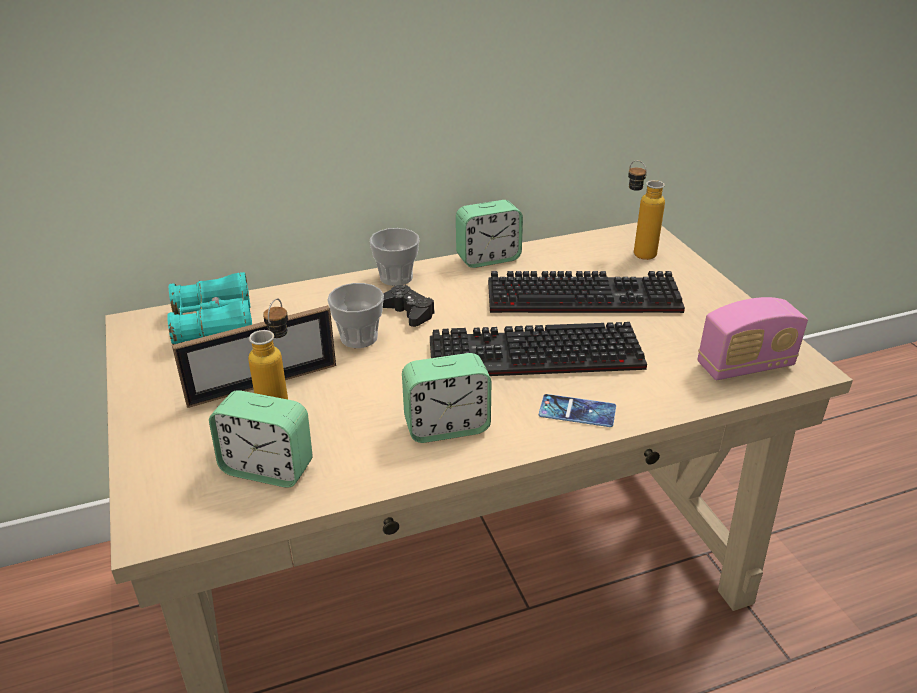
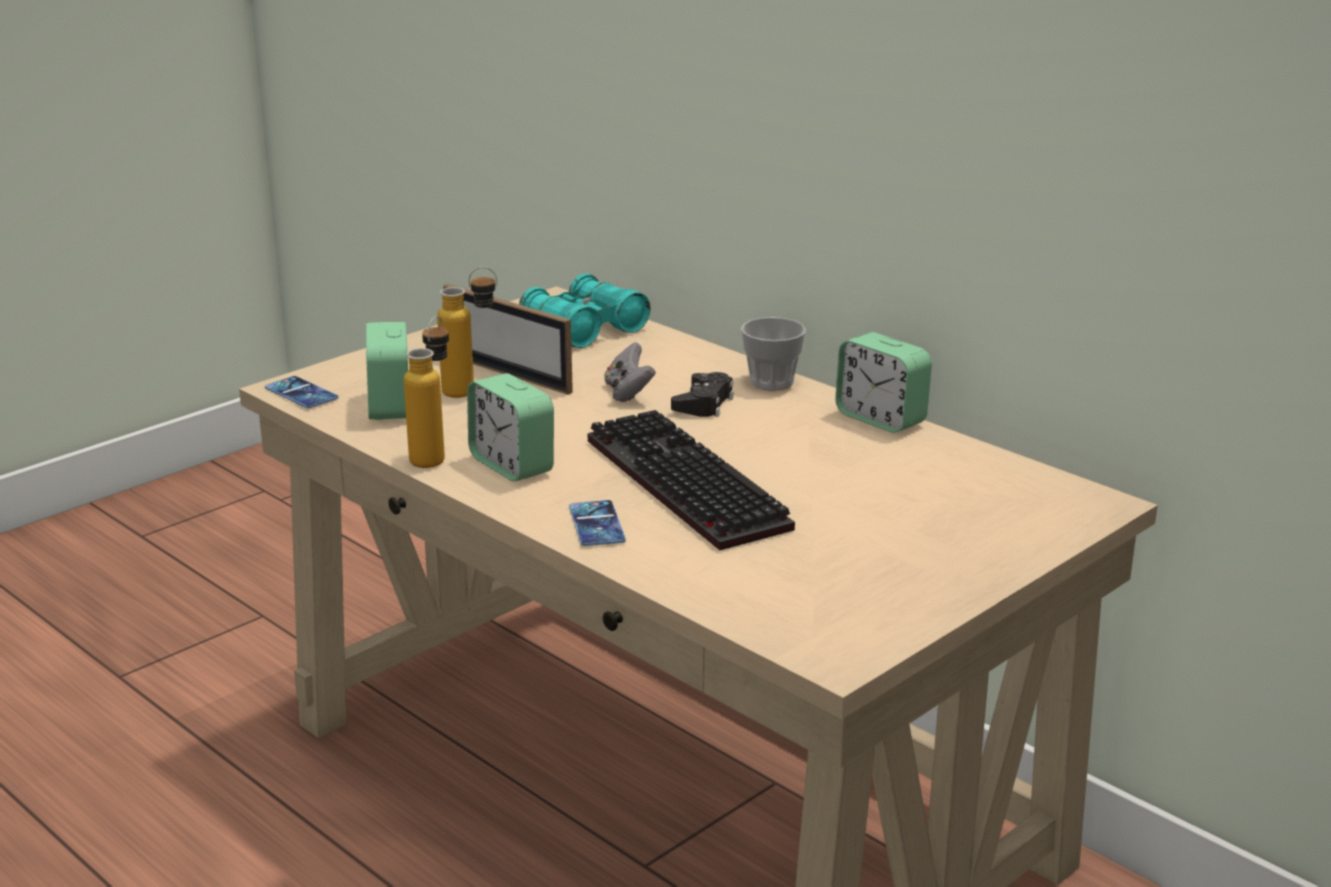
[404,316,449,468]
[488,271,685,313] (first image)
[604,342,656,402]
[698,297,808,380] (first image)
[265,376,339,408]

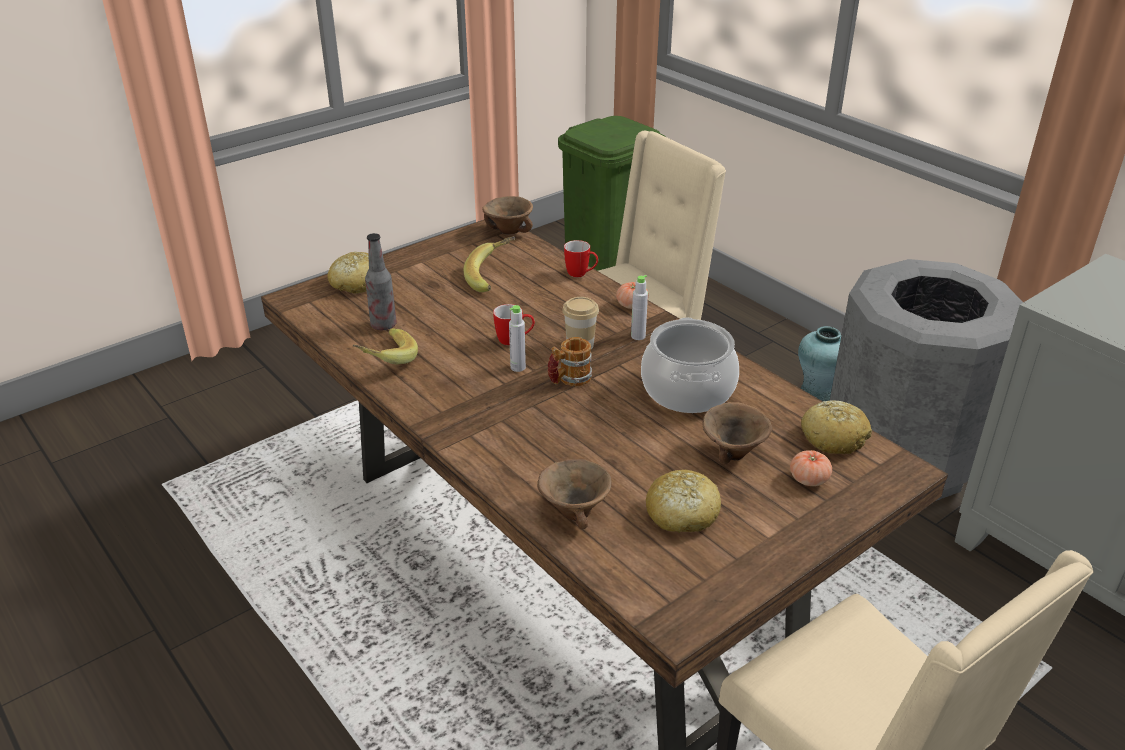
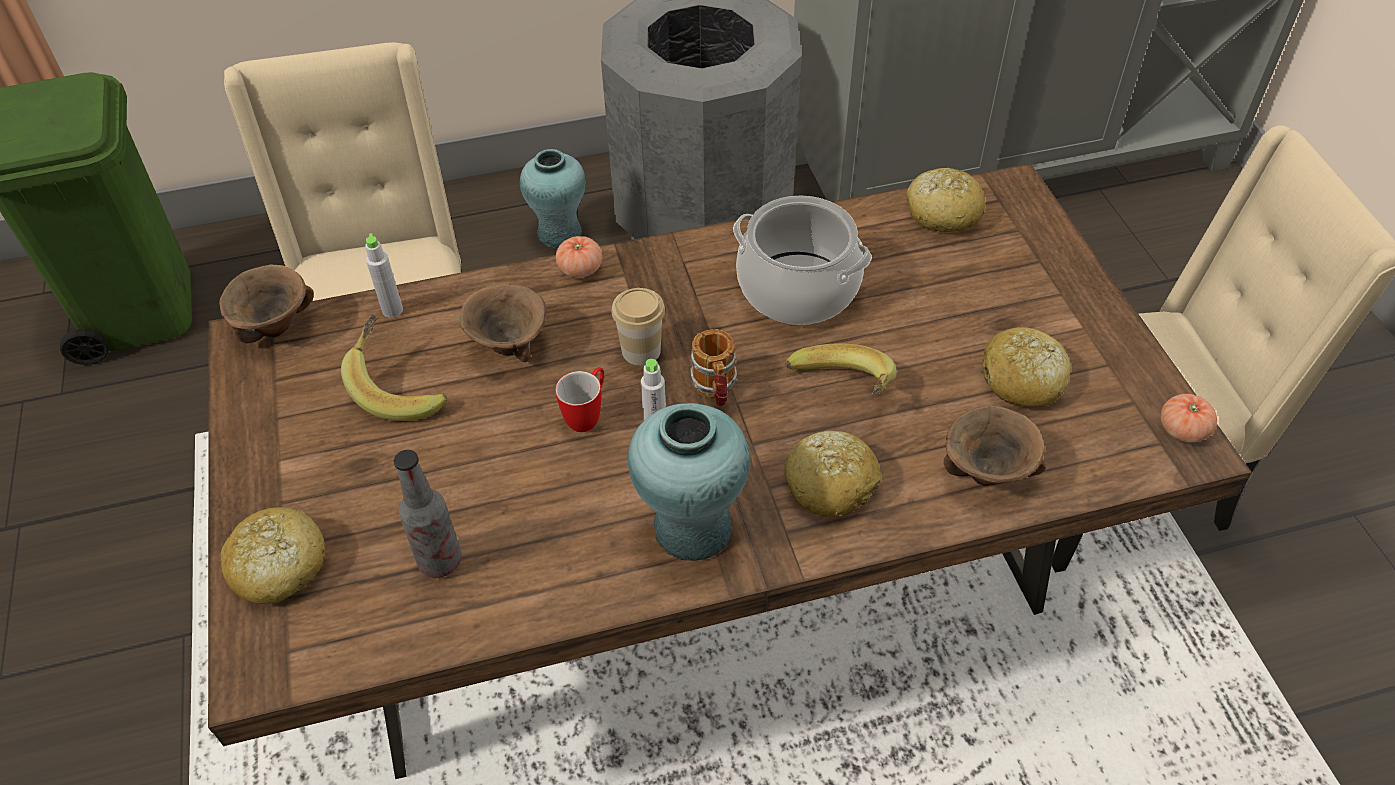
[564,240,598,277] (first image)
[365,233,403,318]
[785,343,897,396]
[460,284,546,362]
[1161,394,1217,443]
[628,403,751,561]
[784,431,881,517]

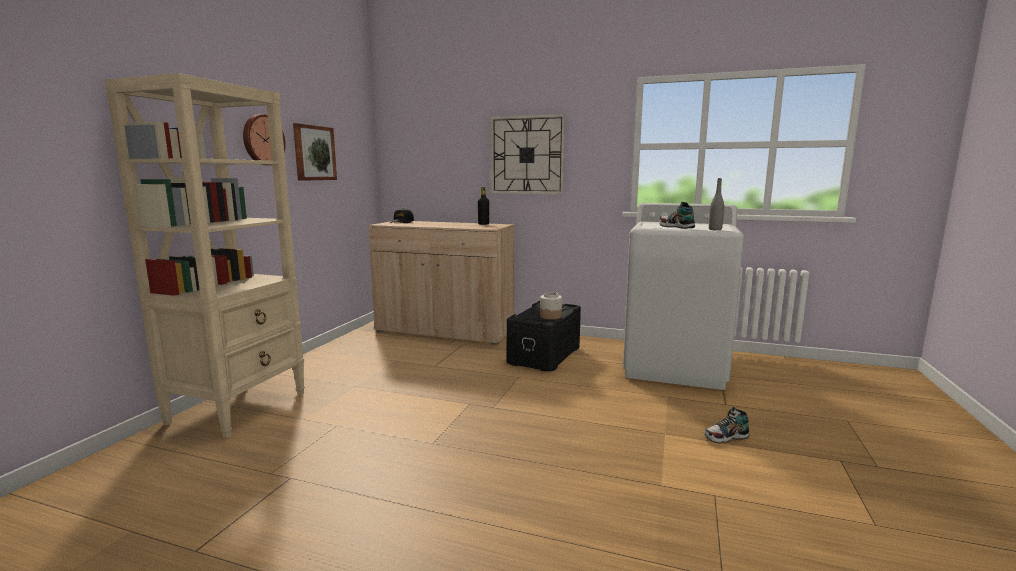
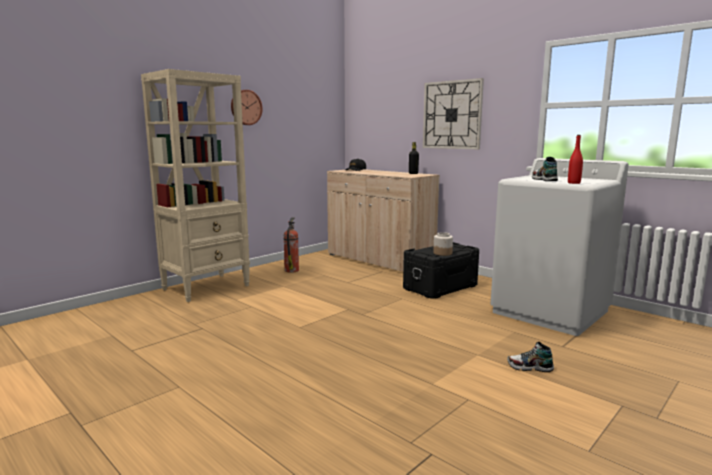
[293,123,337,181] (first image)
[568,135,583,184]
[283,217,299,273]

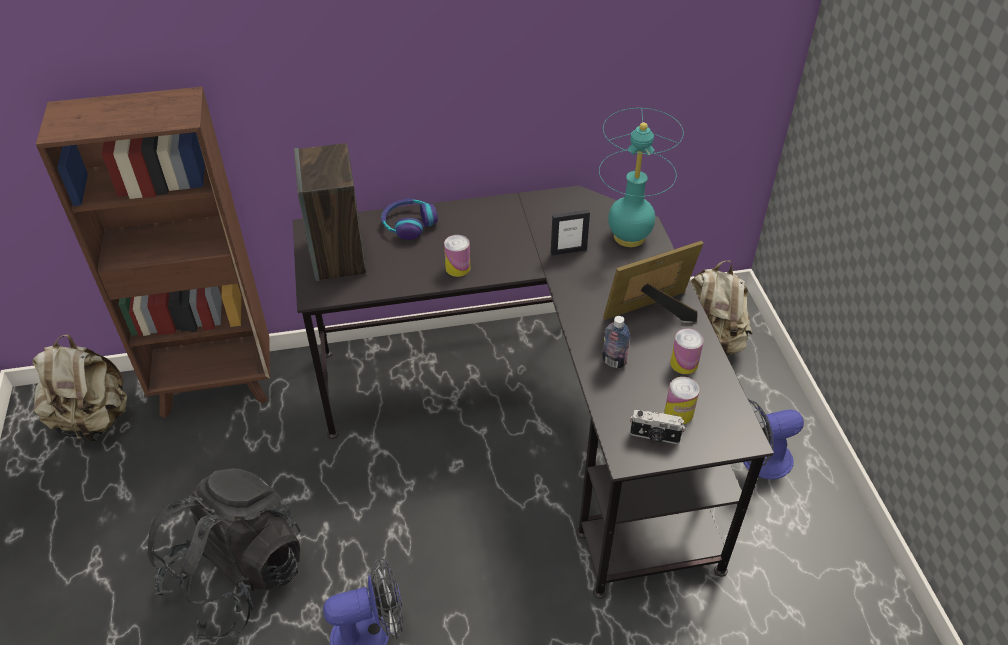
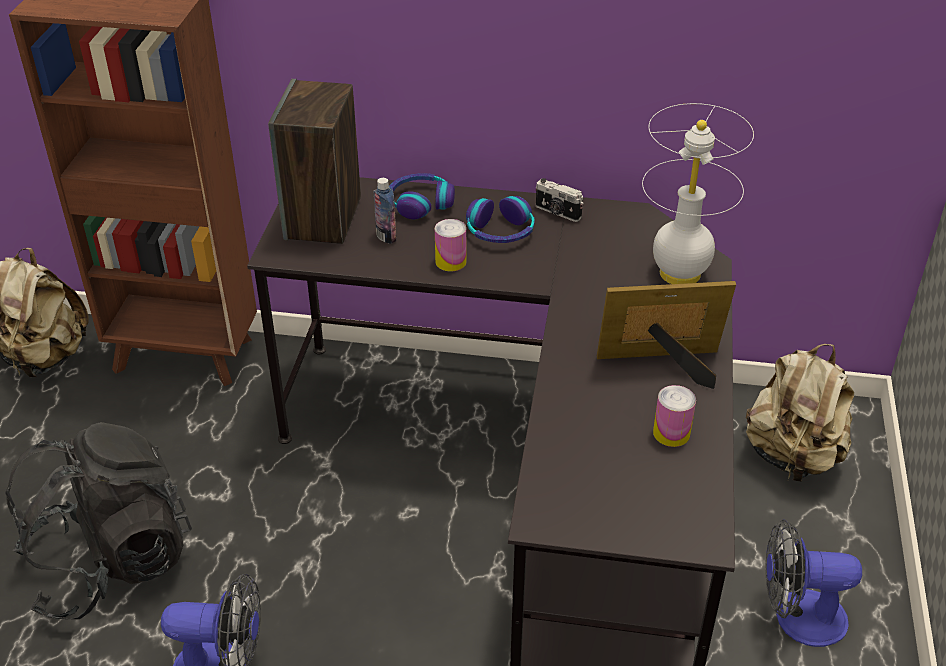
[642,103,754,284]
[551,210,590,256] (first image)
[373,178,397,244]
[664,377,700,424] (first image)
[536,178,583,222]
[466,196,535,243]

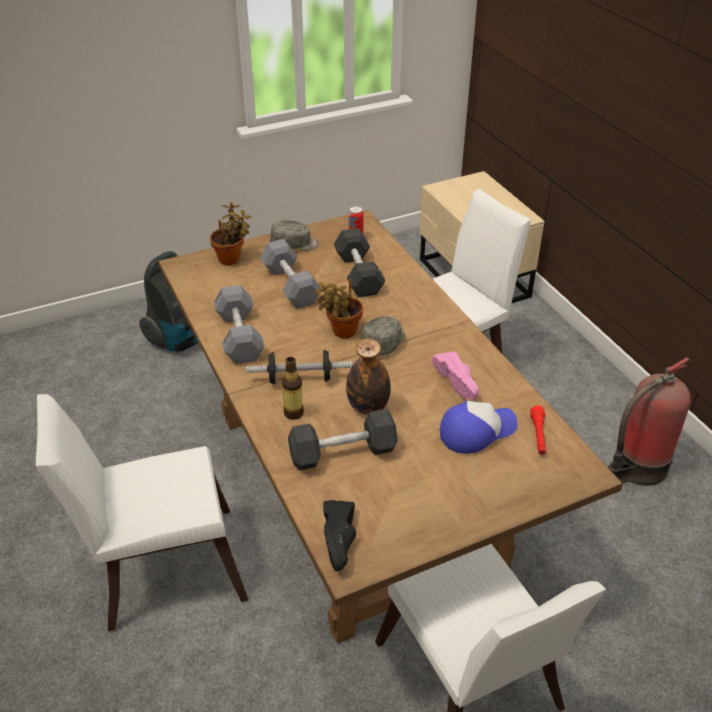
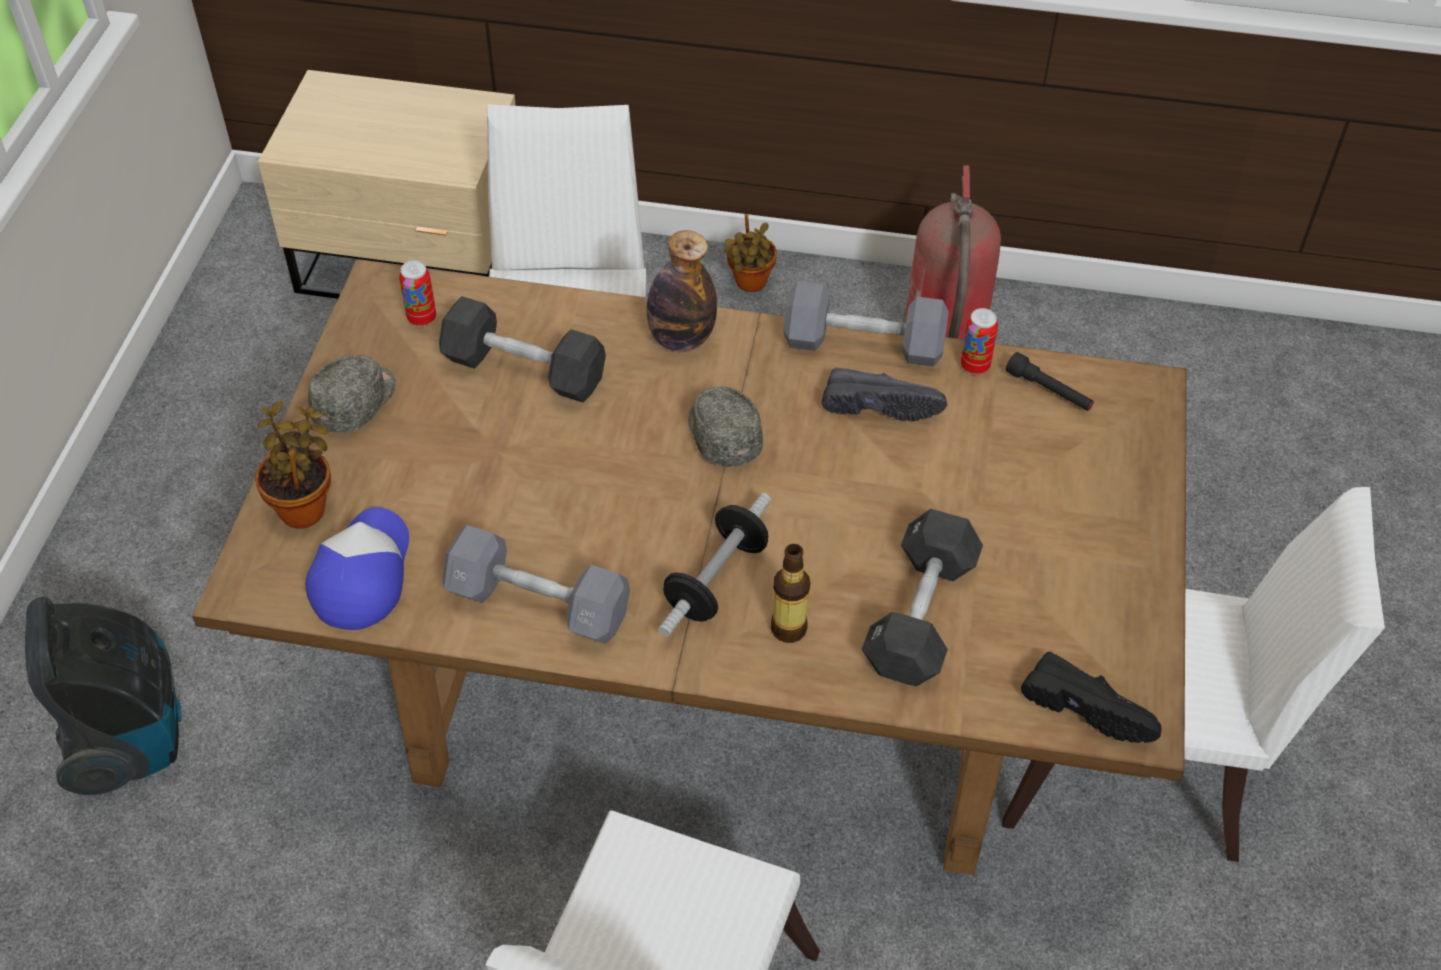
[783,281,949,367]
[724,214,777,292]
[647,230,717,352]
[822,368,947,422]
[306,507,409,630]
[1006,352,1094,411]
[961,308,998,375]

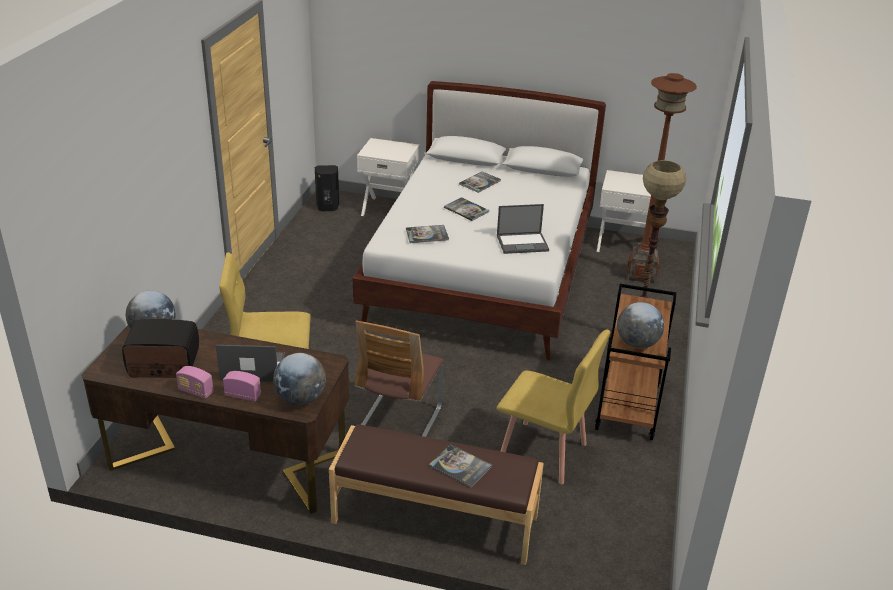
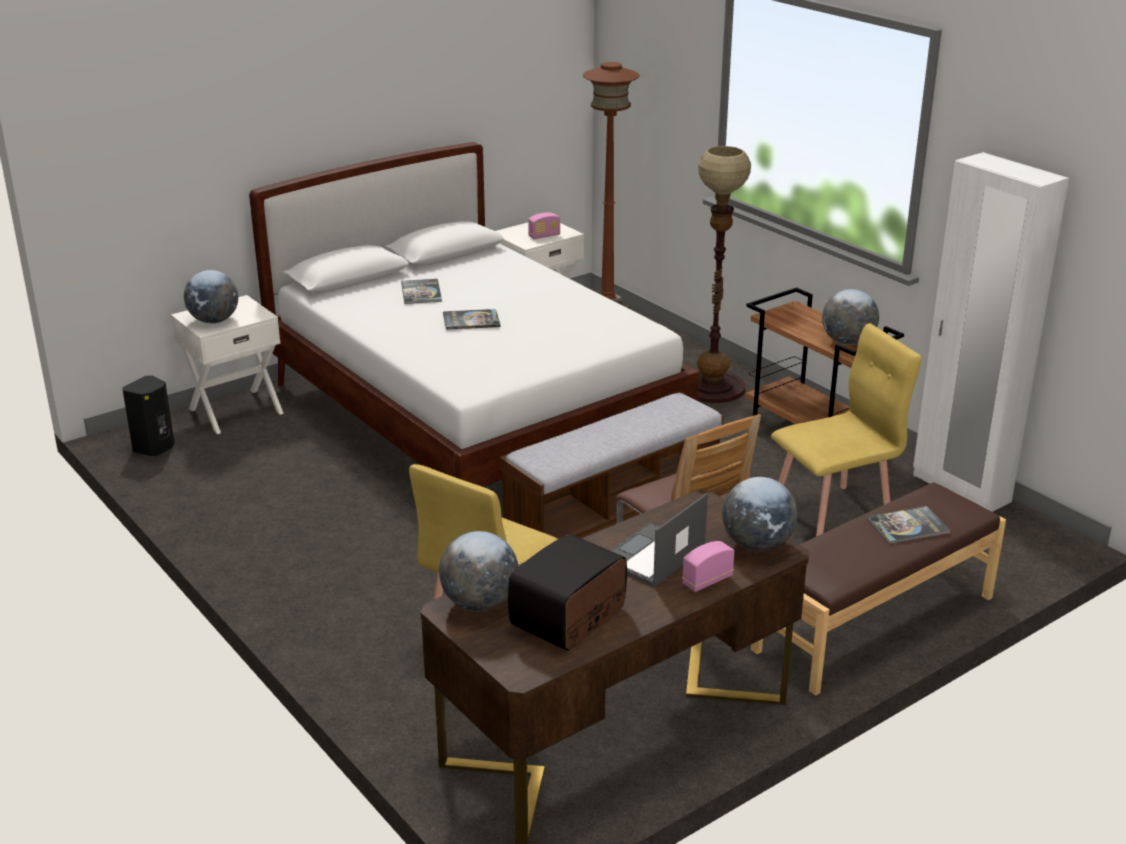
[497,204,549,254] (first image)
[406,225,449,243] (first image)
[528,212,561,239]
[913,152,1069,512]
[184,270,238,323]
[500,392,724,539]

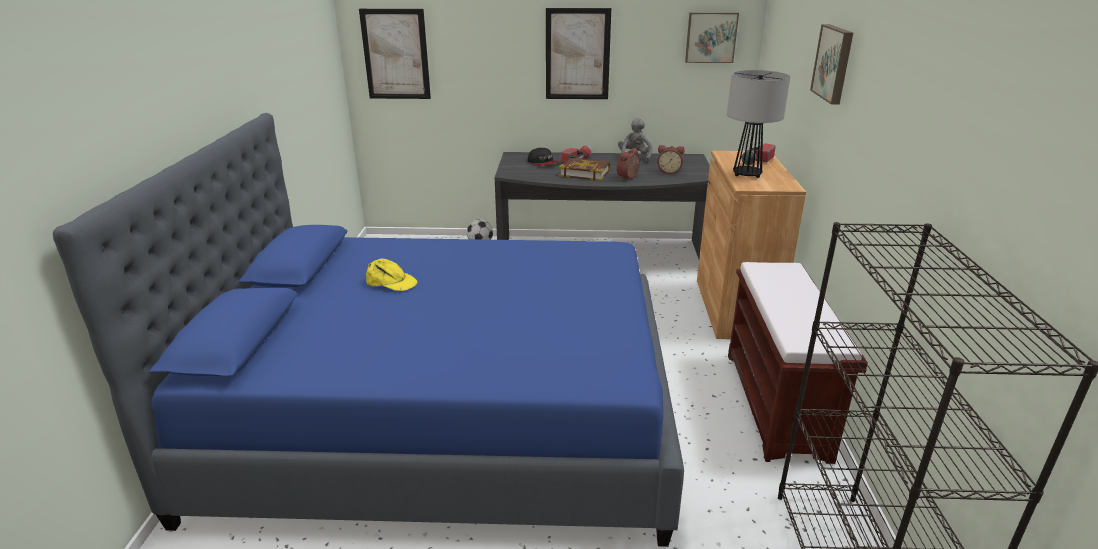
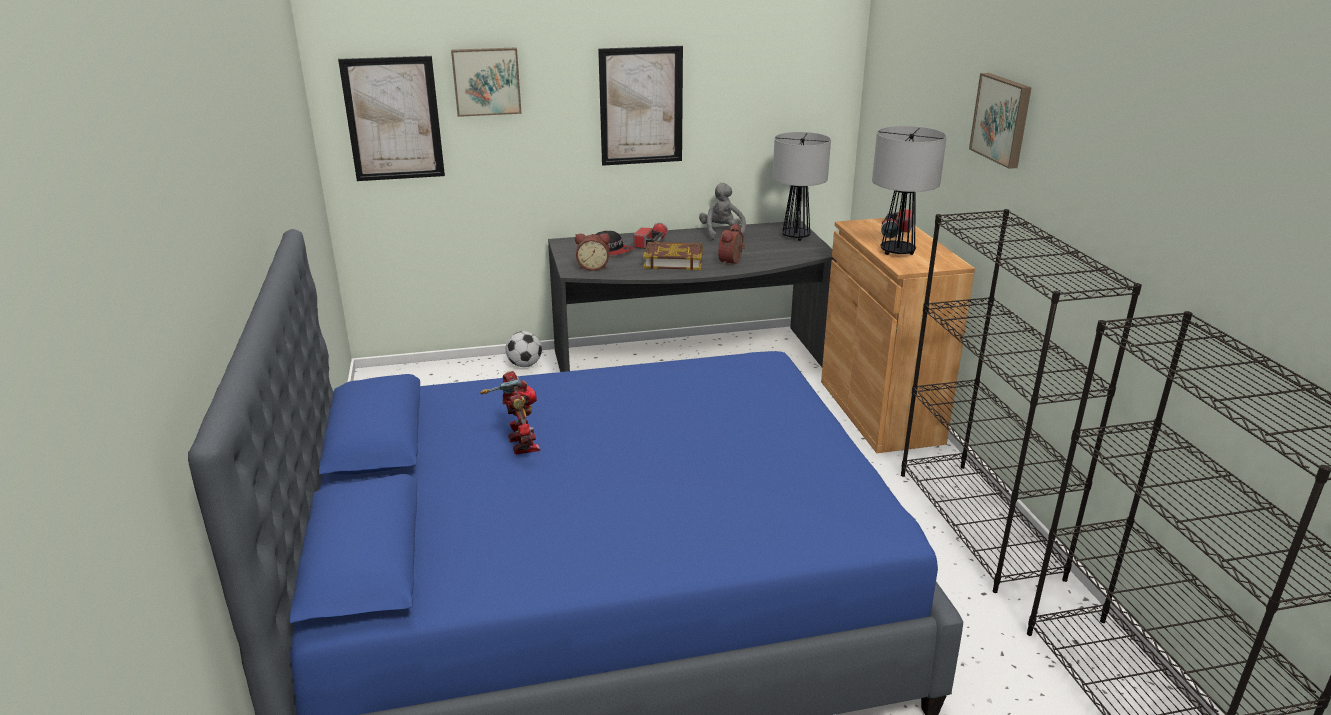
[451,48,522,117]
[575,233,610,271]
[480,371,540,454]
[901,209,1142,593]
[772,132,831,241]

